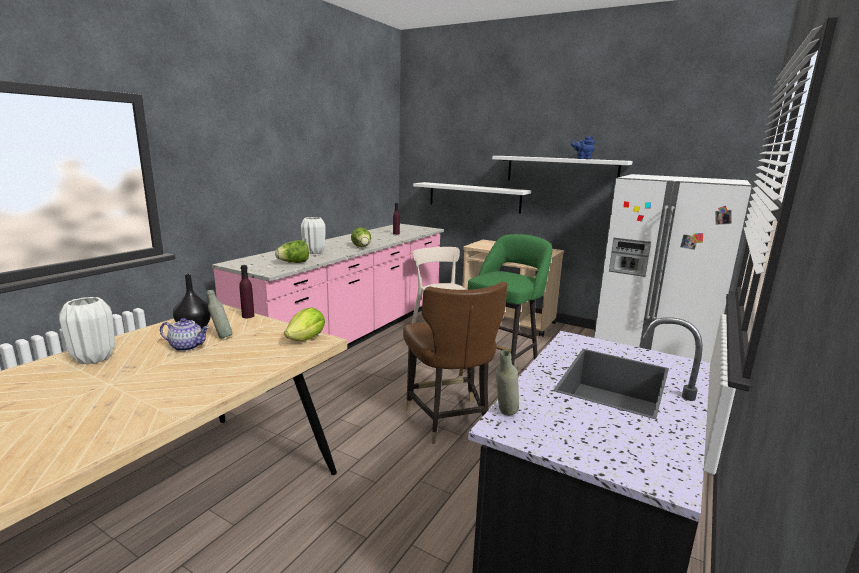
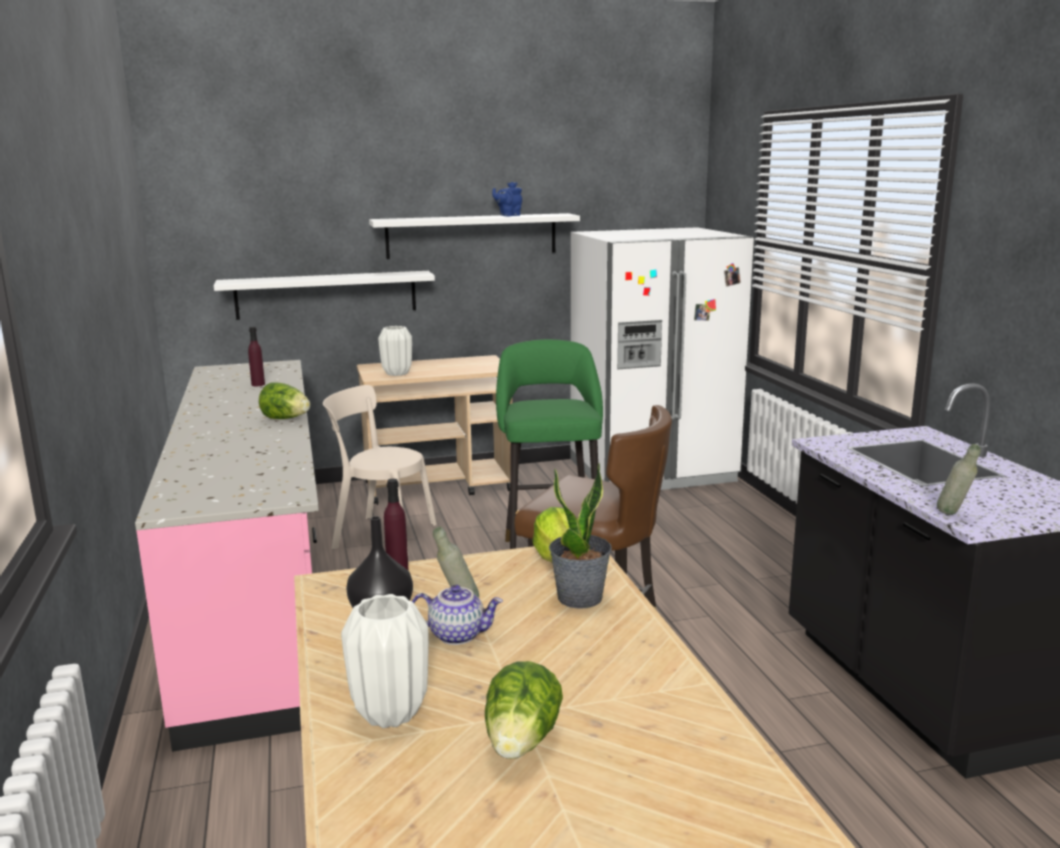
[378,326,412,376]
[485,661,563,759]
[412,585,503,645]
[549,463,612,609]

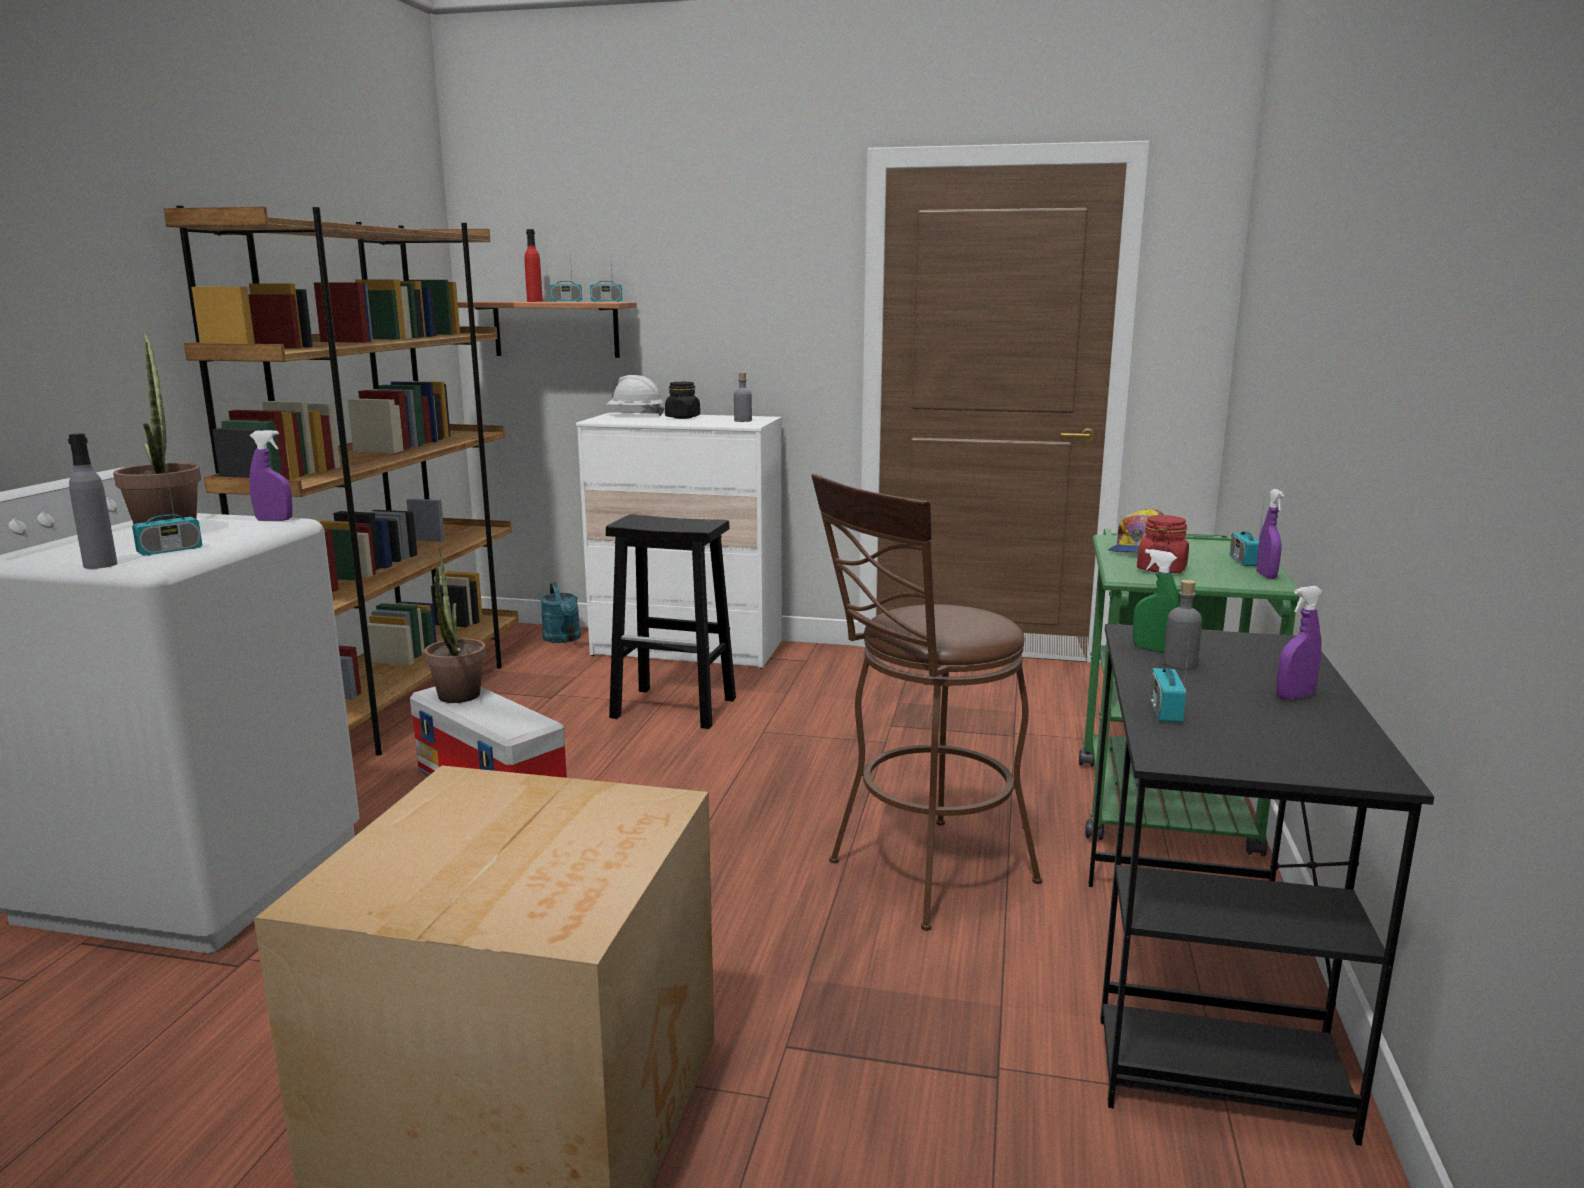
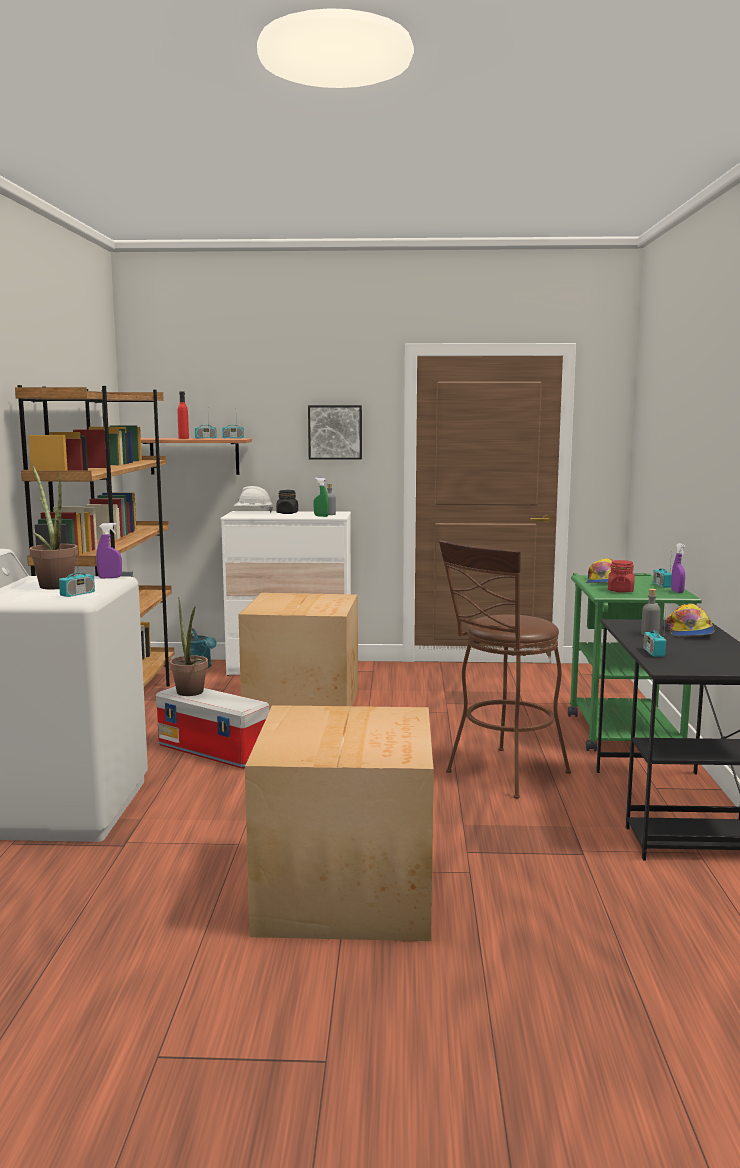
[68,434,117,569] (first image)
[238,593,358,711]
[314,478,329,517]
[1276,586,1323,700] (first image)
[308,405,362,460]
[666,604,714,637]

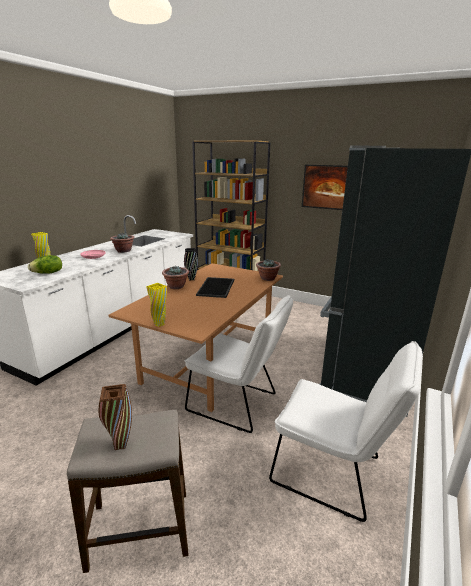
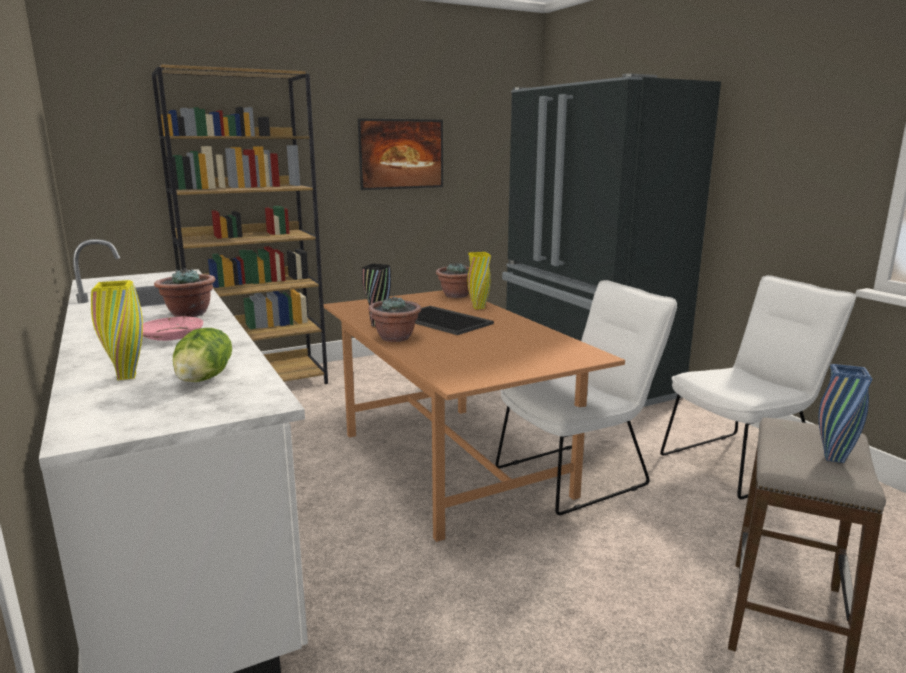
[468,252,491,309]
[819,364,872,463]

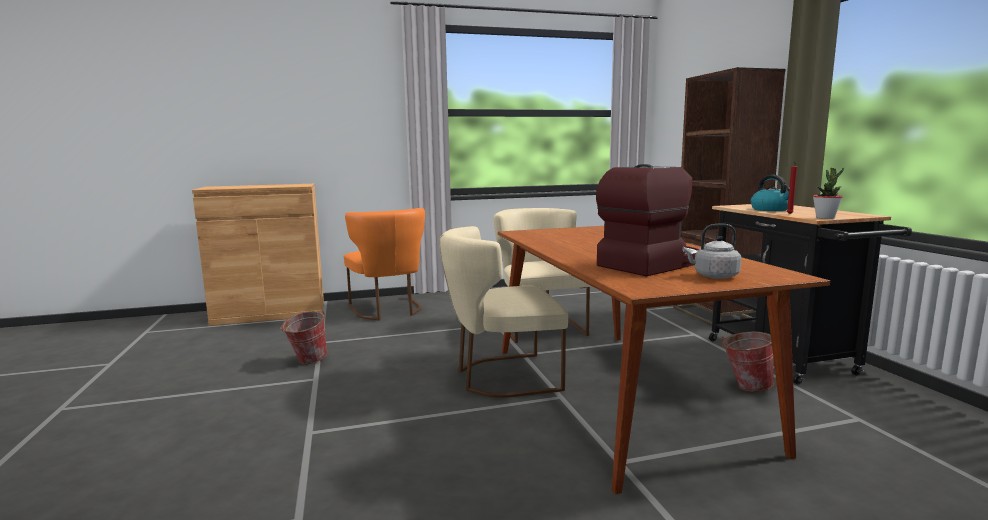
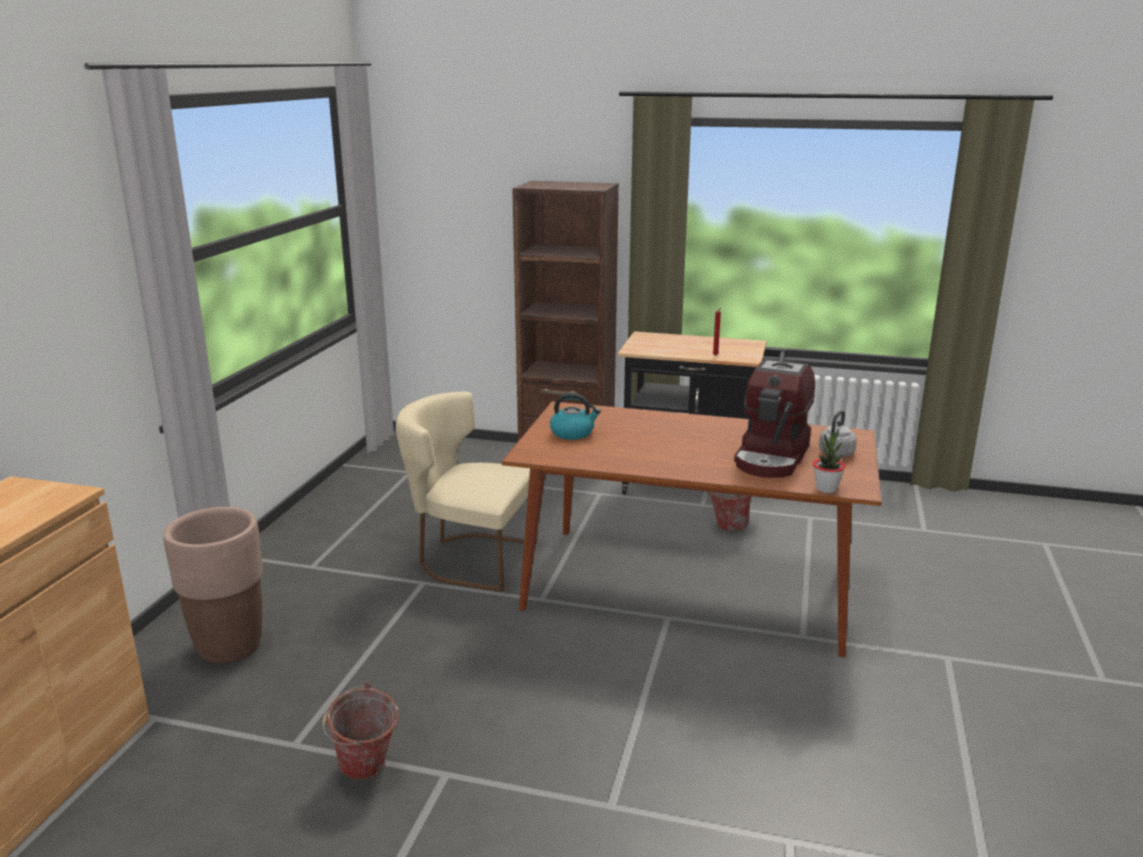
[734,359,815,478]
[813,429,845,493]
[550,393,601,440]
[163,507,263,663]
[439,226,568,398] (first image)

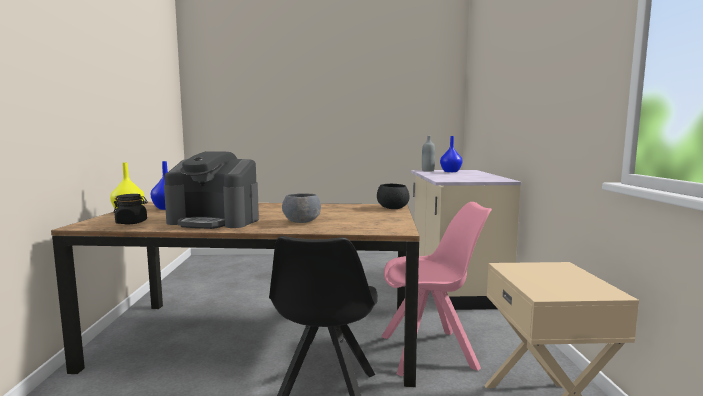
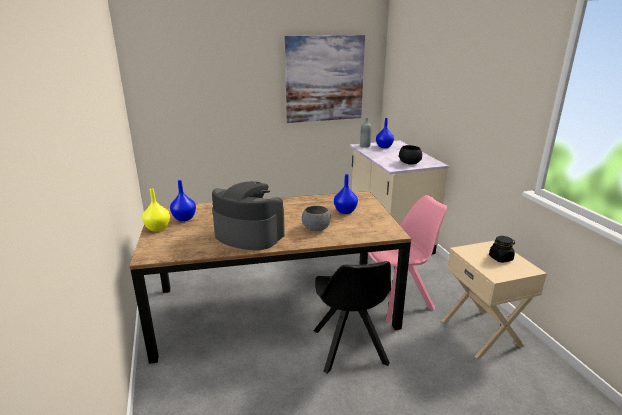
[212,181,285,250]
[399,145,422,165]
[489,236,515,263]
[285,35,365,123]
[334,174,358,214]

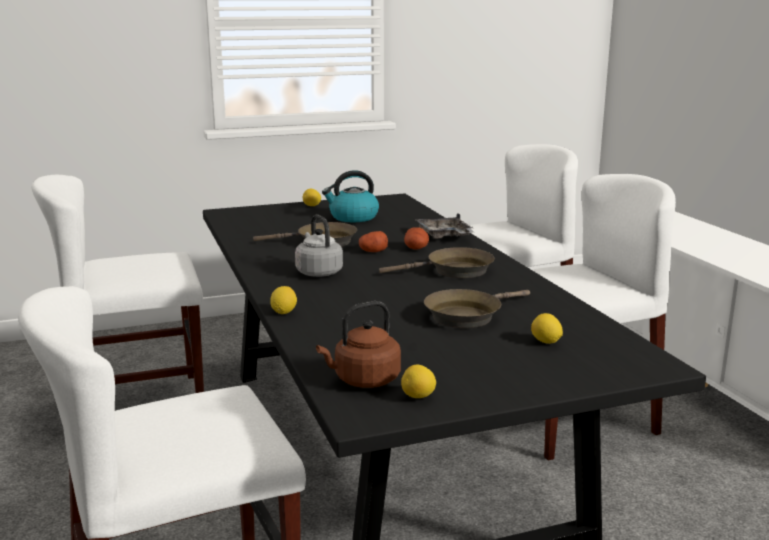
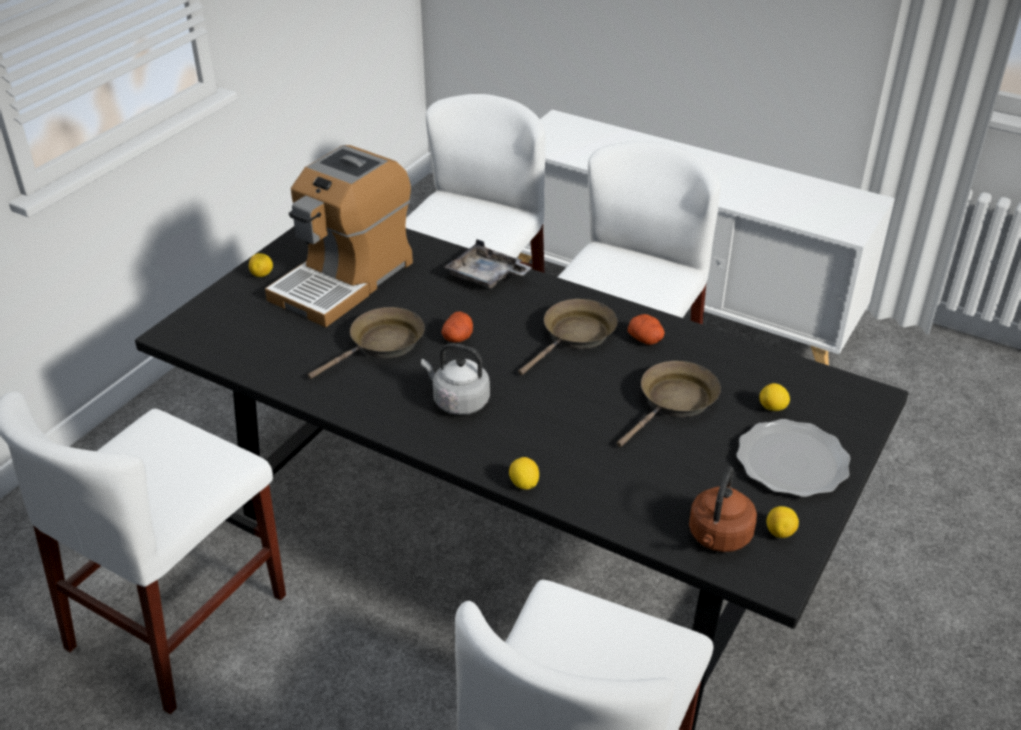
[265,145,413,327]
[628,314,665,345]
[617,361,721,447]
[736,419,851,497]

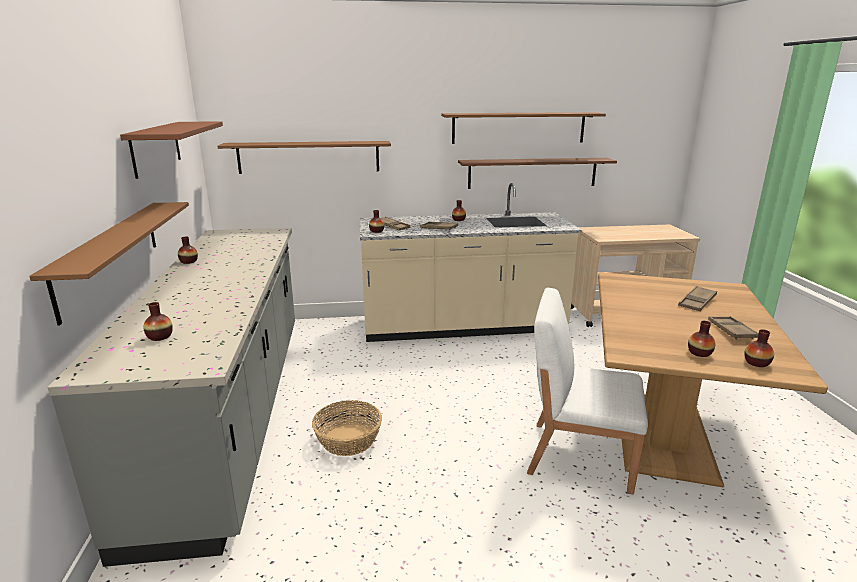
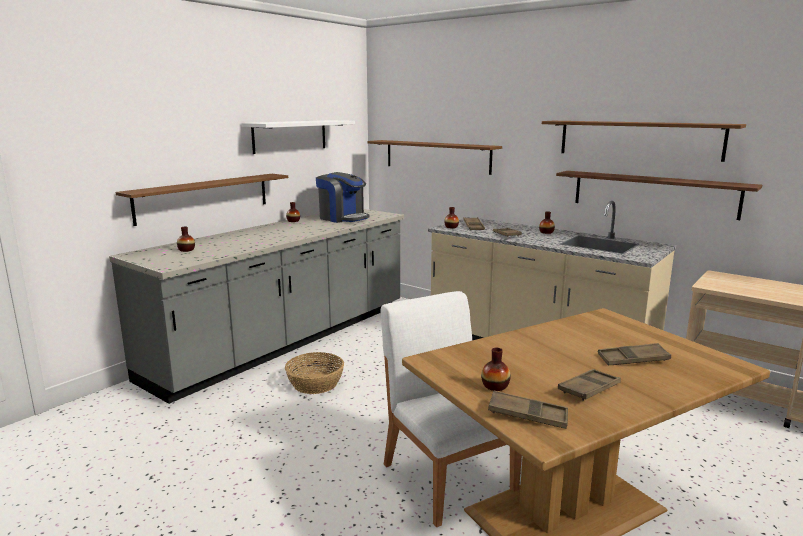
[241,120,355,154]
[488,391,568,429]
[316,172,370,223]

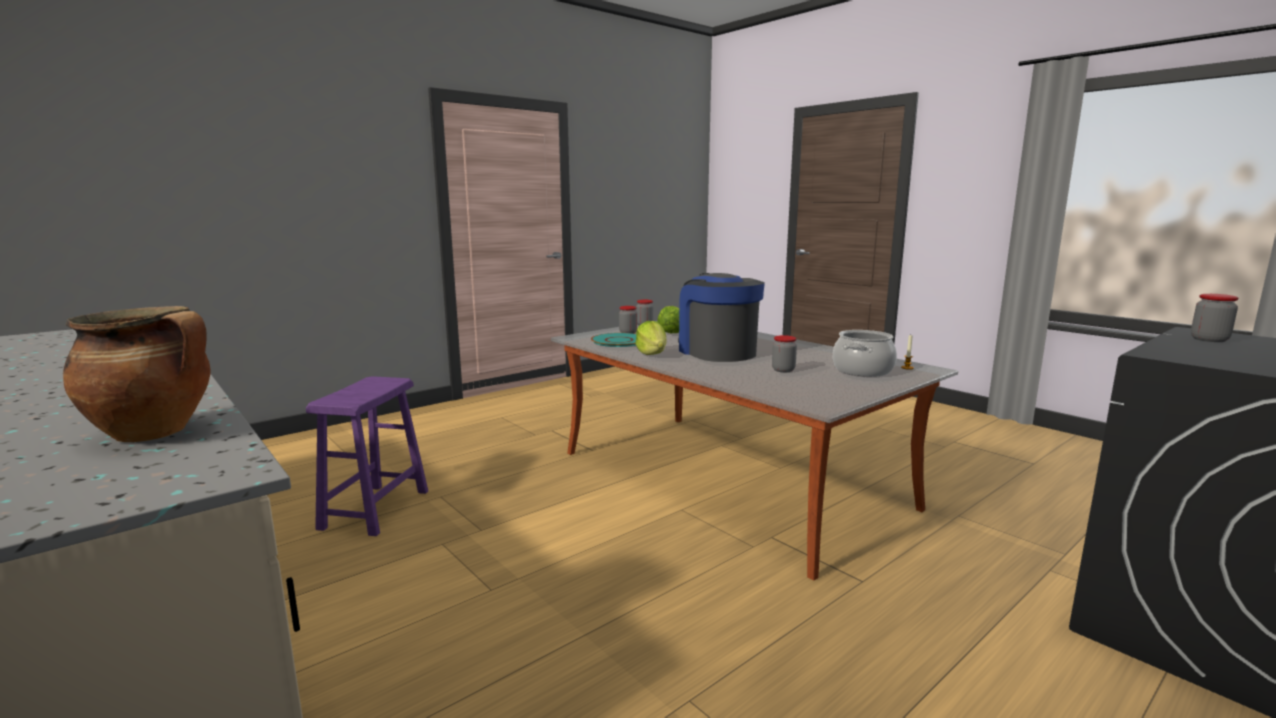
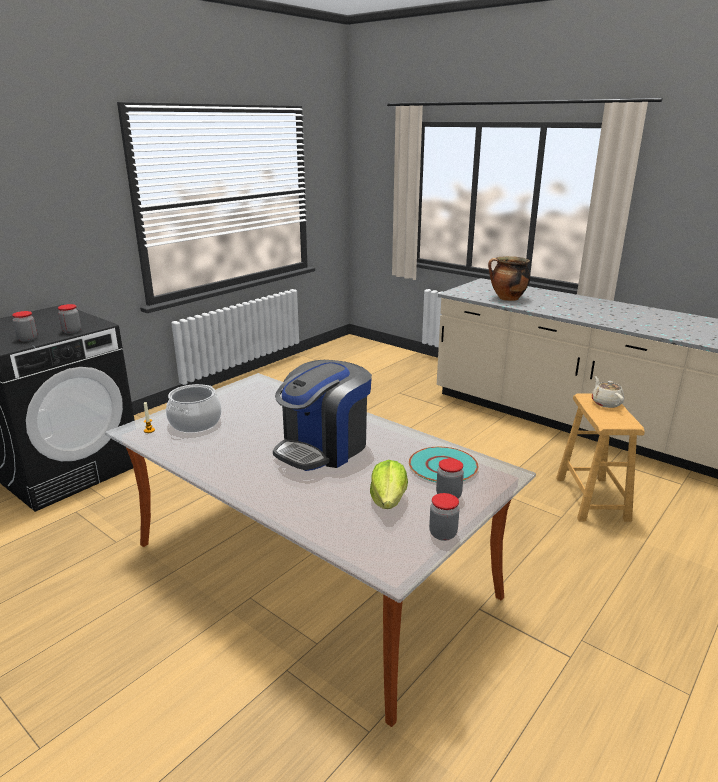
[273,360,372,471]
[635,321,667,355] (first image)
[58,304,81,334]
[556,393,645,522]
[592,376,624,408]

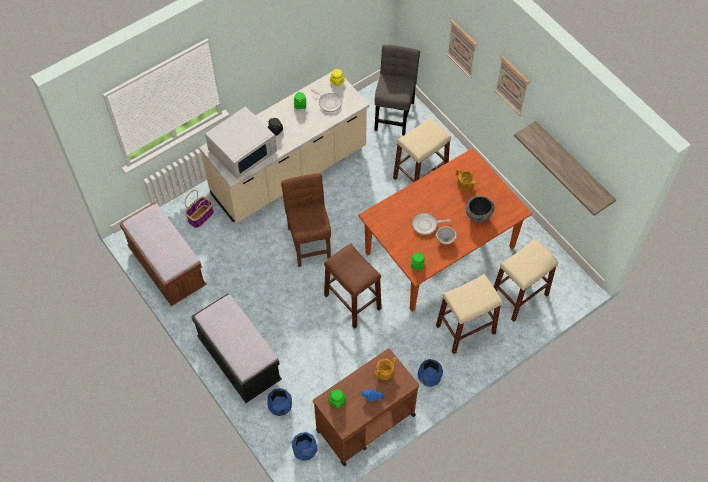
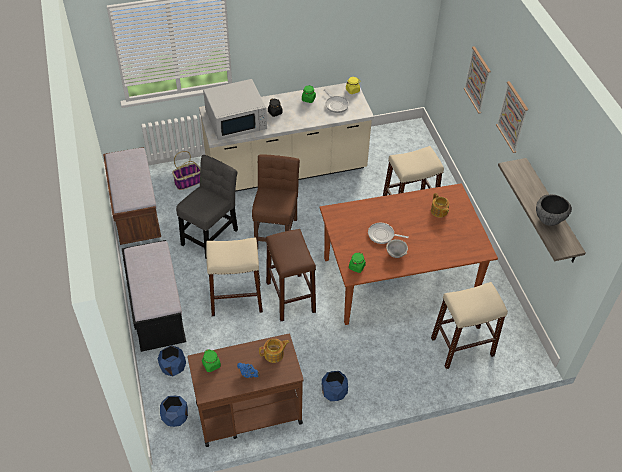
[176,155,238,258]
[536,194,572,226]
[206,237,263,316]

